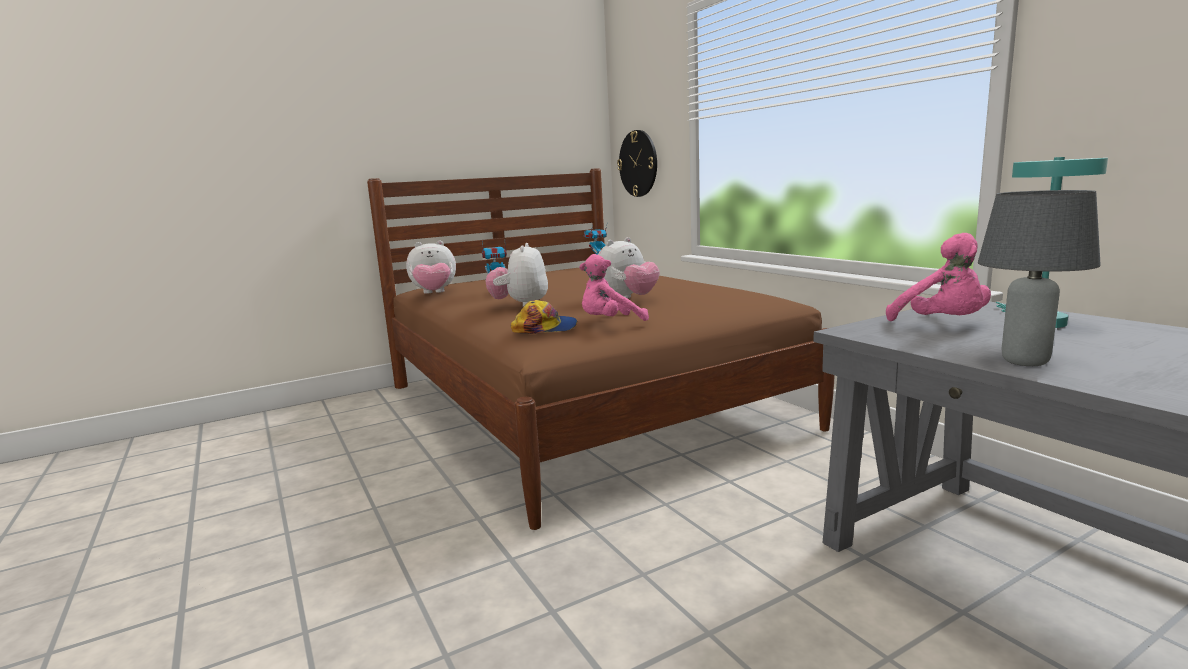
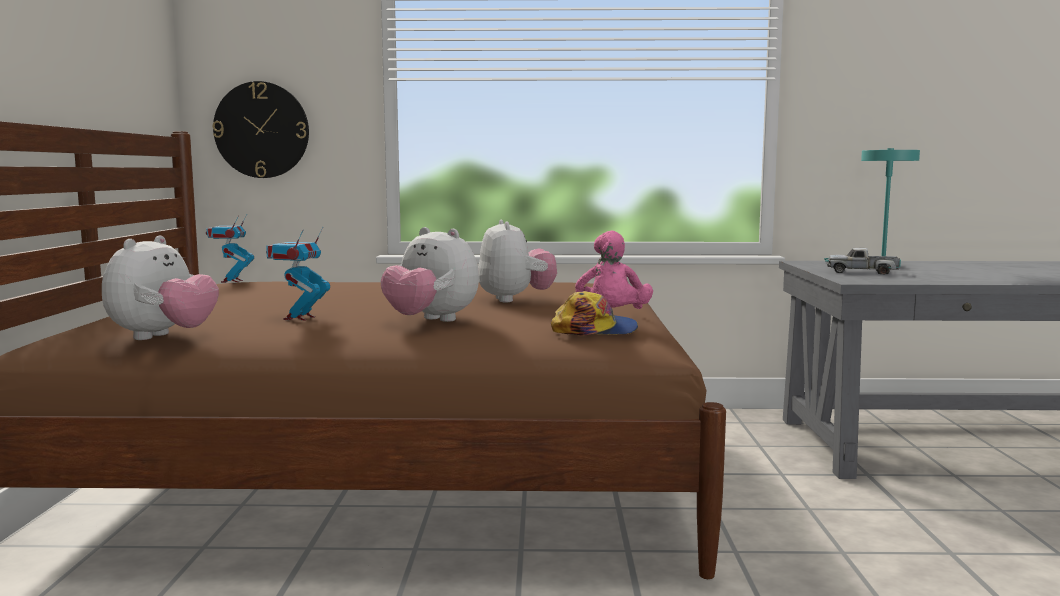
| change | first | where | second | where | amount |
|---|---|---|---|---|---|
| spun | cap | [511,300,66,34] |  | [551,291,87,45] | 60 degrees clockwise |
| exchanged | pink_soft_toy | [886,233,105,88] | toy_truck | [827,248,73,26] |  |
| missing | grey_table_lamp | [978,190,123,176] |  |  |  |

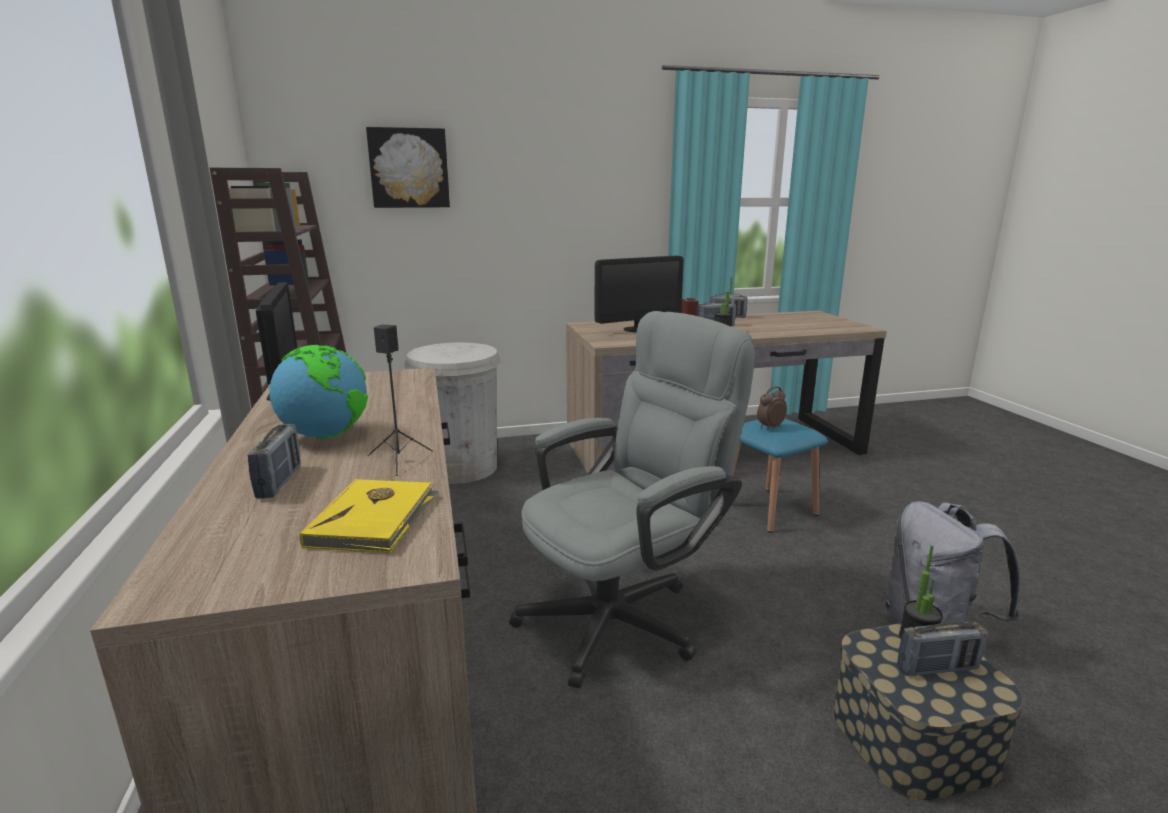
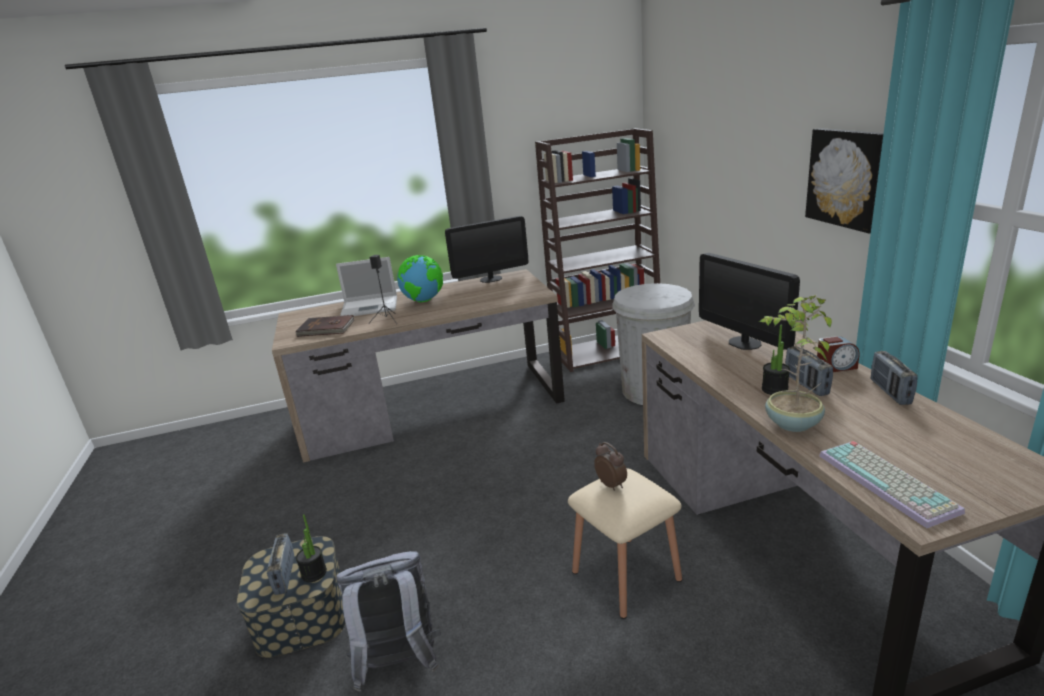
| change | first | where | second | where | amount |
|---|---|---|---|---|---|
| exchanged | radio_receiver | [247,424,54,74] | portable_computer | [336,257,61,59] |  |
| colour | yellow-coloured_bound_book | [300,479,139,74] | brownish_bound_book | [296,315,59,22] |  |
| relocated | wall_art | [366,127,84,81] |  | [805,128,79,106] |  |
| missing | grey_computer_chair | [509,311,246,377] |  |  |  |
| colour | bluish_stool | [732,419,96,114] | beige_stool | [568,468,114,151] |  |
| appeared |  |  | potted_plant | [759,295,73,137] |  |
| appeared |  |  | computer_keyboard | [819,441,146,87] |  |

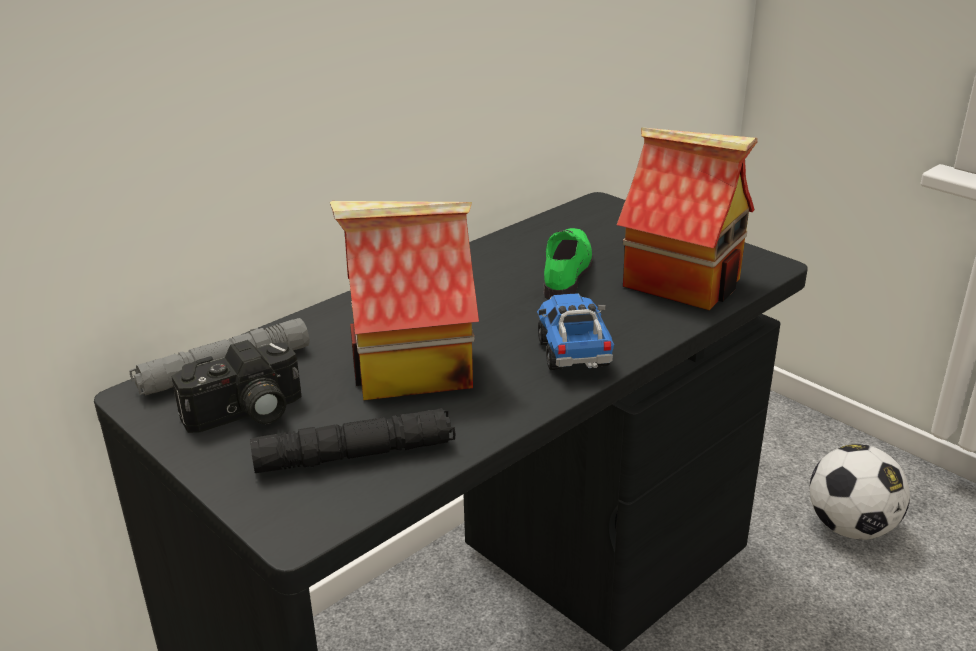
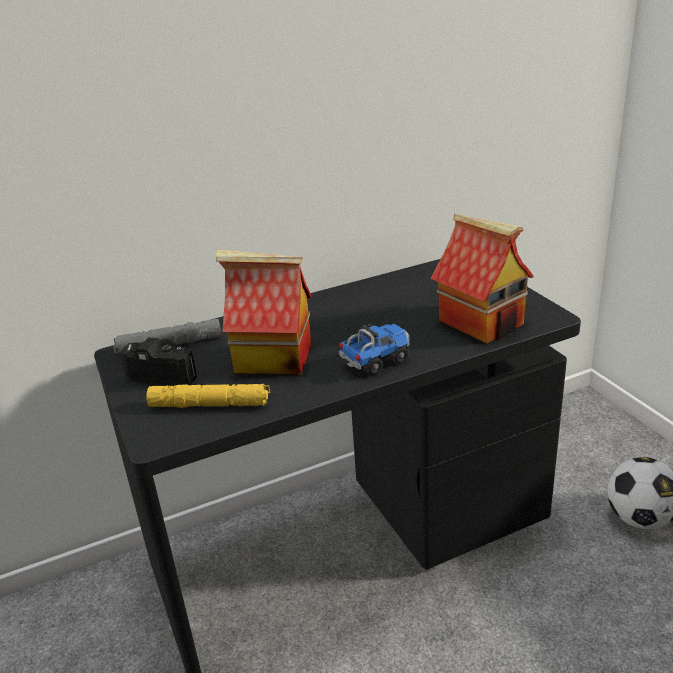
| change | first | where | second | where | amount |
|---|---|---|---|---|---|
| spun | photo_camera | [171,340,131,93] |  | [120,337,77,49] | 150 degrees counterclockwise |
| colour | blackish_flashlight | [250,408,205,65] | yellow-coloured_flashlight | [146,384,124,24] |  |
| spun | toy_truck | [537,293,77,77] |  | [339,324,71,52] | 45 degrees clockwise |
| missing | green_shoe | [544,228,49,72] |  |  |  |

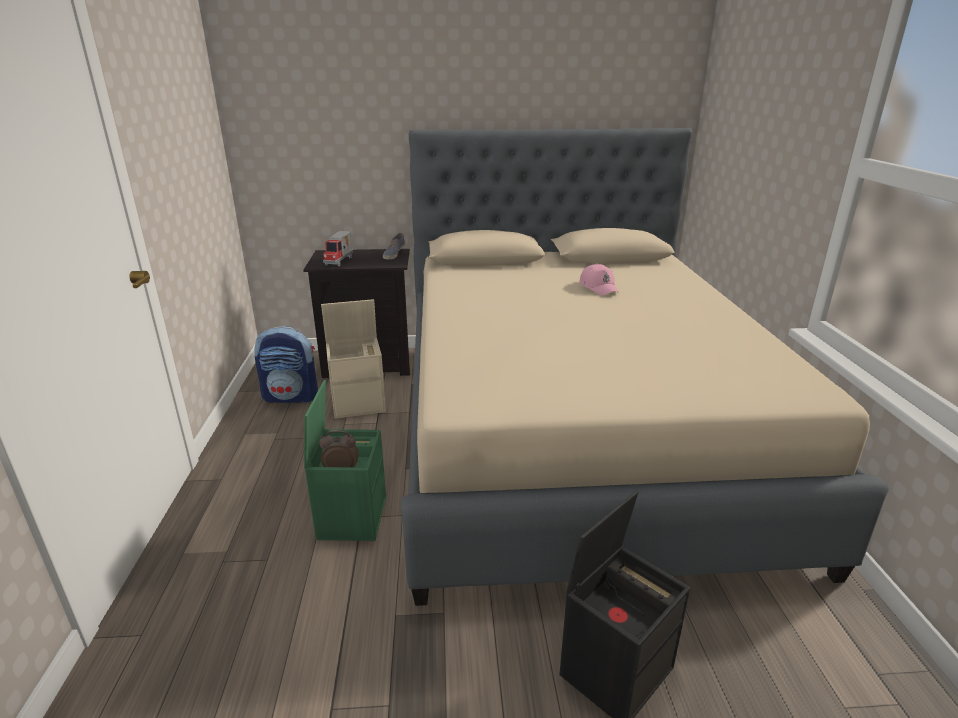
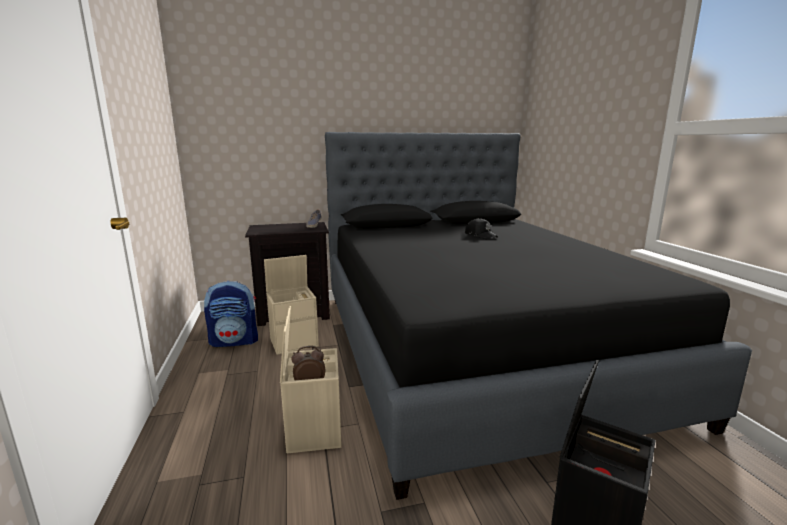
| change | first | where | second | where | amount |
|---|---|---|---|---|---|
| colour | green_storage_box | [304,380,82,161] | beige_storage_box | [280,306,62,148] |  |
| missing | toy_truck | [323,231,30,35] |  |  |  |
| colour | beige_sleeping_bed | [401,128,488,478] | blackish_sleeping_bed | [325,132,427,368] |  |
| colour | pink_cap | [579,264,40,31] | blackish_cap | [465,218,33,21] |  |

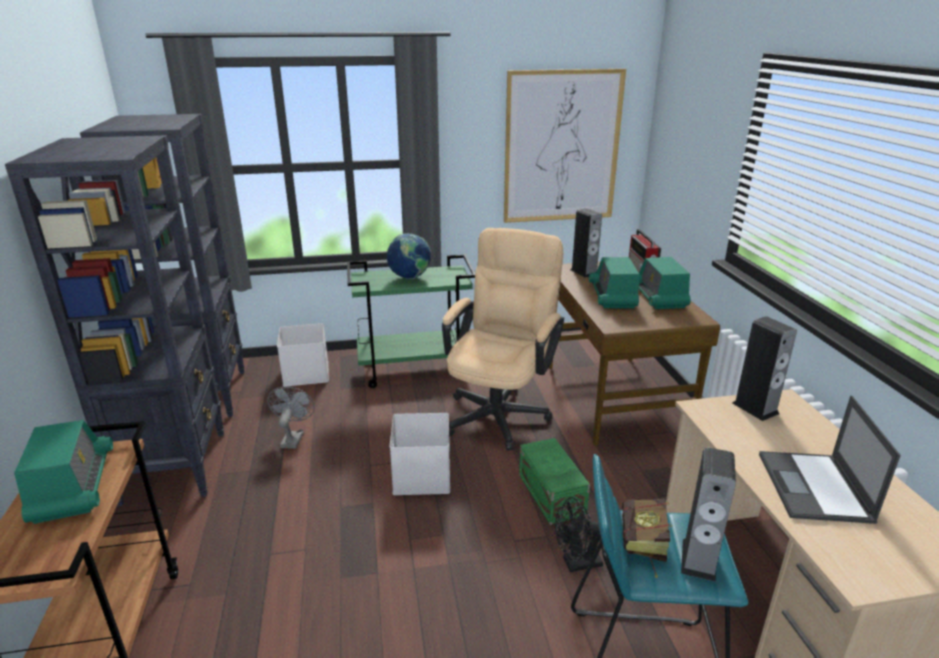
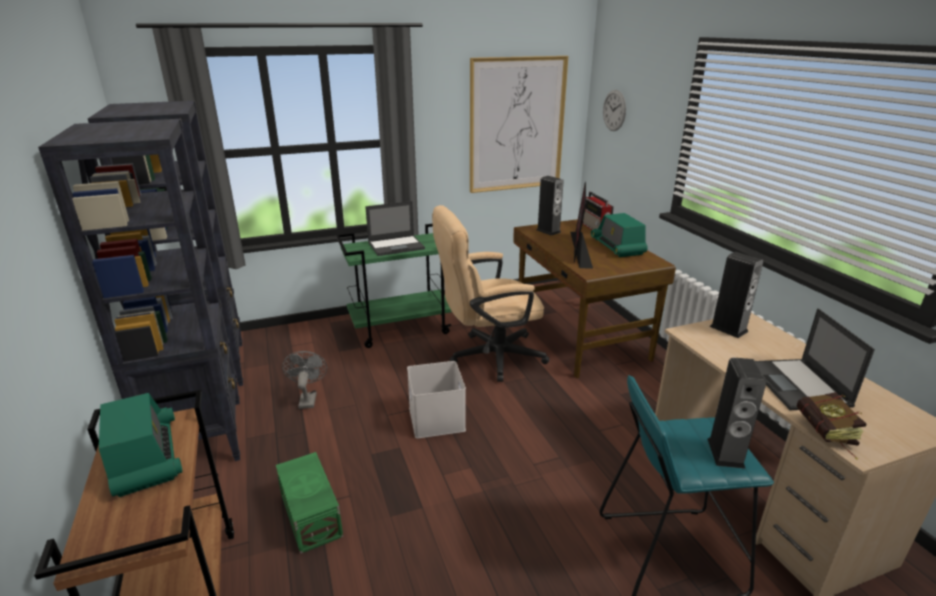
| change | first | where | second | where | amount |
|---|---|---|---|---|---|
| missing | white-coloured_storage_box | [277,323,51,63] |  |  |  |
| exchanged | globe | [387,233,44,46] | portable_computer | [365,201,60,55] |  |
| spun | beige_computer_chair | [442,228,122,223] |  | [432,205,118,177] | 120 degrees counterclockwise |
| relocated | green_storage_box | [519,438,71,87] |  | [276,452,67,102] |  |
| missing | blackish_cooling_fan | [555,497,48,75] |  |  |  |
| exchanged | radio_receiver | [589,257,50,51] | computer_display | [570,182,23,87] |  |
| relocated | bound_book | [622,498,50,80] |  | [797,392,69,67] |  |
| appeared |  |  | clock_on_the_wall | [603,90,23,41] |  |

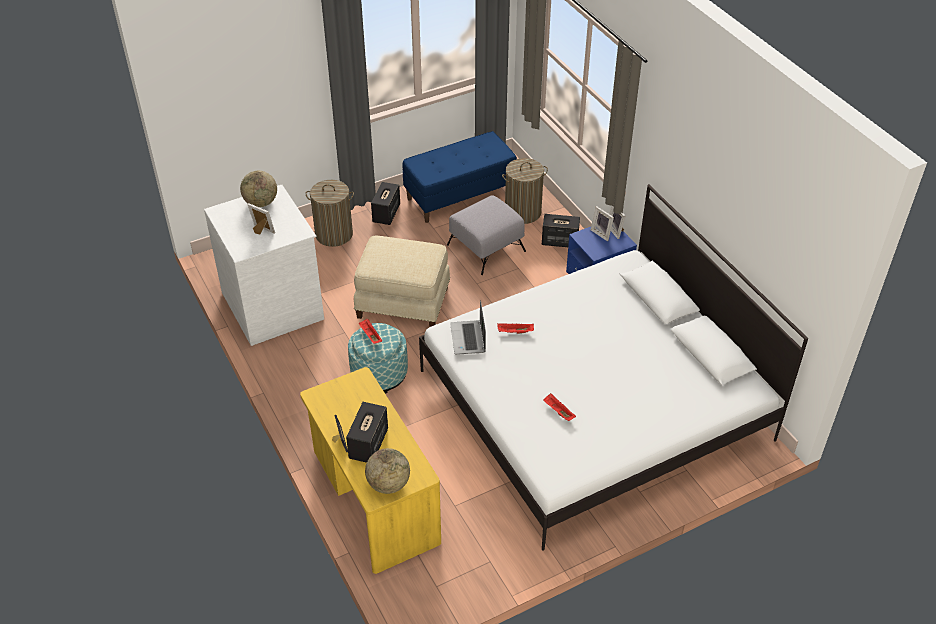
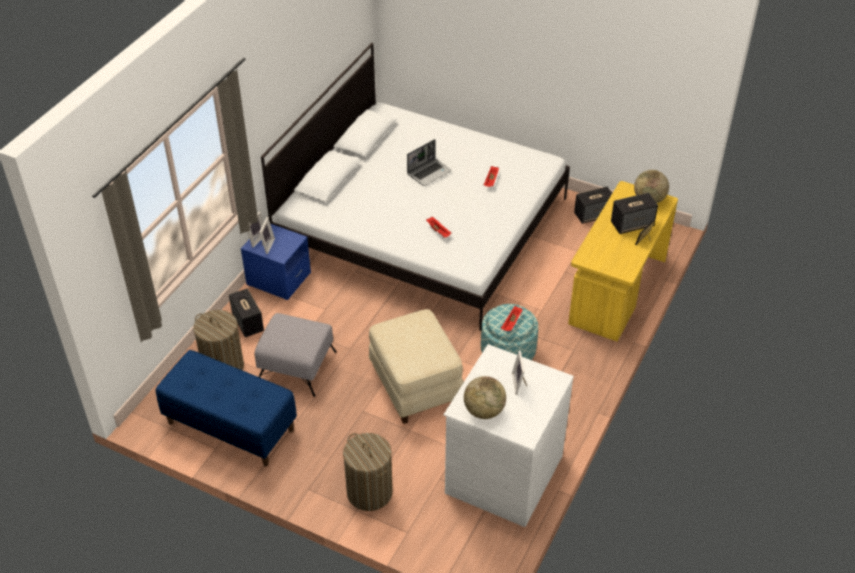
| change | first | where | second | where | amount |
|---|---|---|---|---|---|
| relocated | speaker | [371,182,29,43] |  | [574,187,38,37] |  |
| relocated | portable_computer | [450,300,36,55] |  | [407,139,45,47] |  |

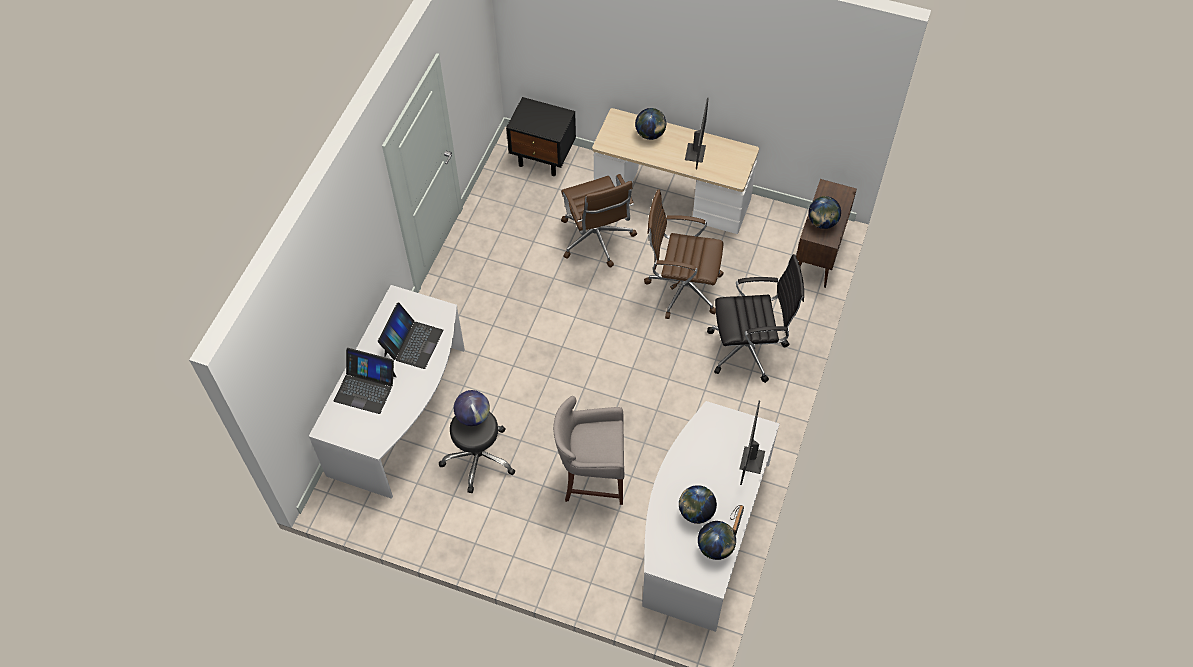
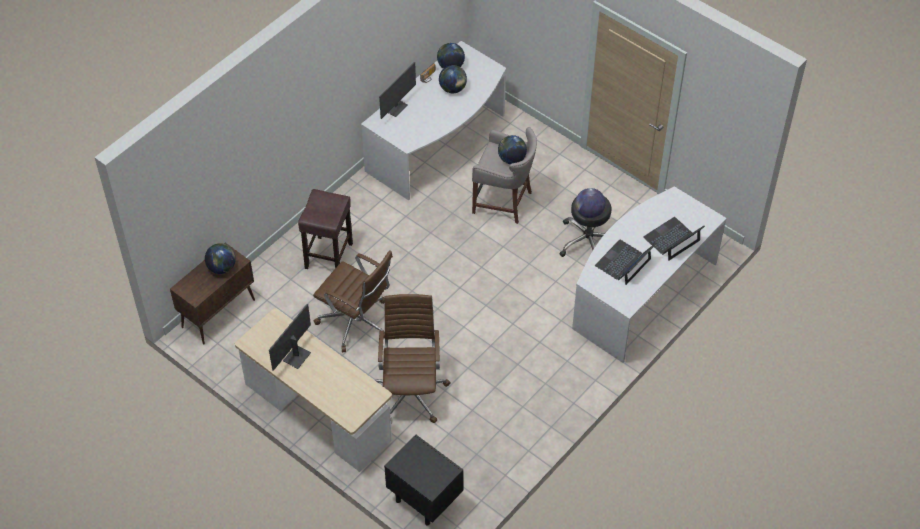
| change | first | where | second | where | amount |
|---|---|---|---|---|---|
| spun | portable_computer | [334,348,62,66] |  | [643,217,62,44] | 75 degrees counterclockwise |
| relocated | globe | [635,108,31,32] |  | [498,135,29,29] |  |
| exchanged | blackish_computer_chair | [707,254,97,129] | brownish_stool | [298,189,55,80] |  |

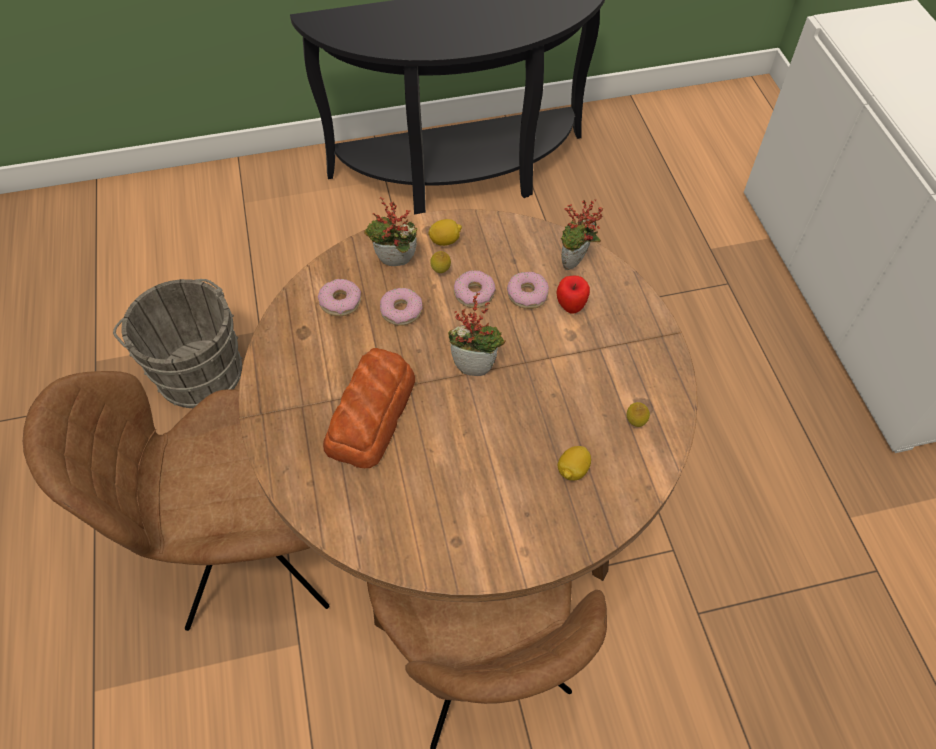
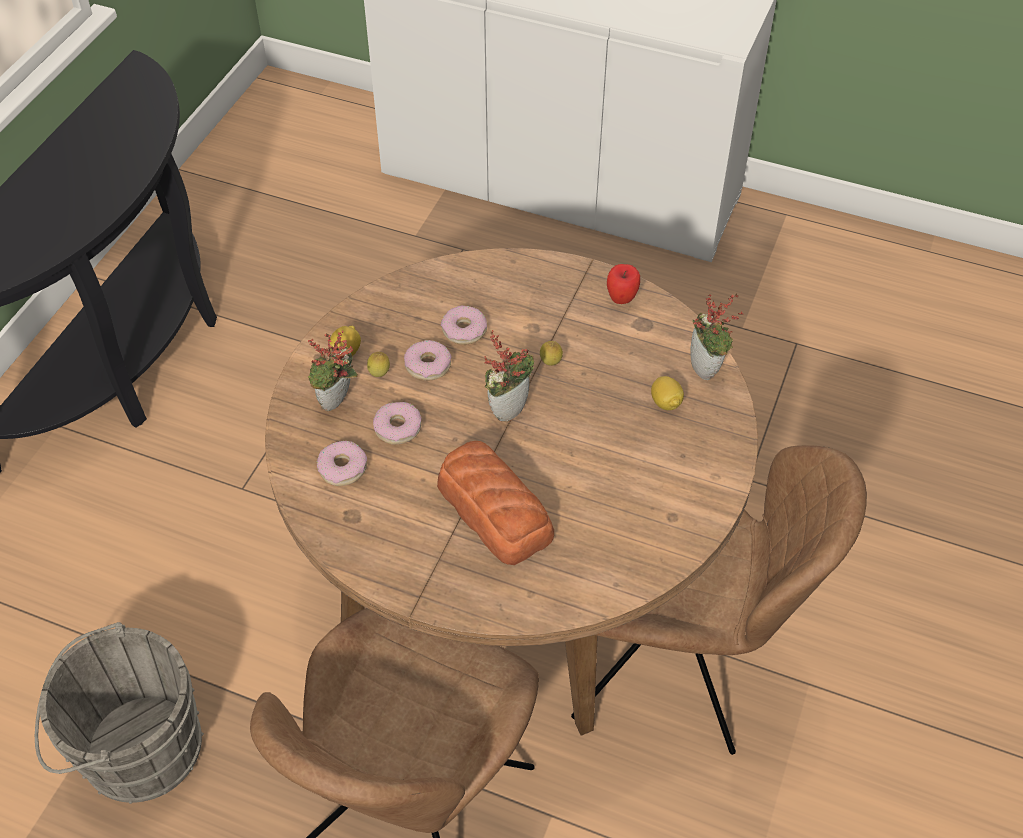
| change | first | where | second | where | amount |
|---|---|---|---|---|---|
| relocated | apple_fruit | [556,275,34,39] |  | [607,264,33,40] |  |
| relocated | potted_plant | [561,199,42,71] |  | [690,293,53,87] |  |
| relocated | lemon | [626,402,24,25] |  | [540,341,23,25] |  |

